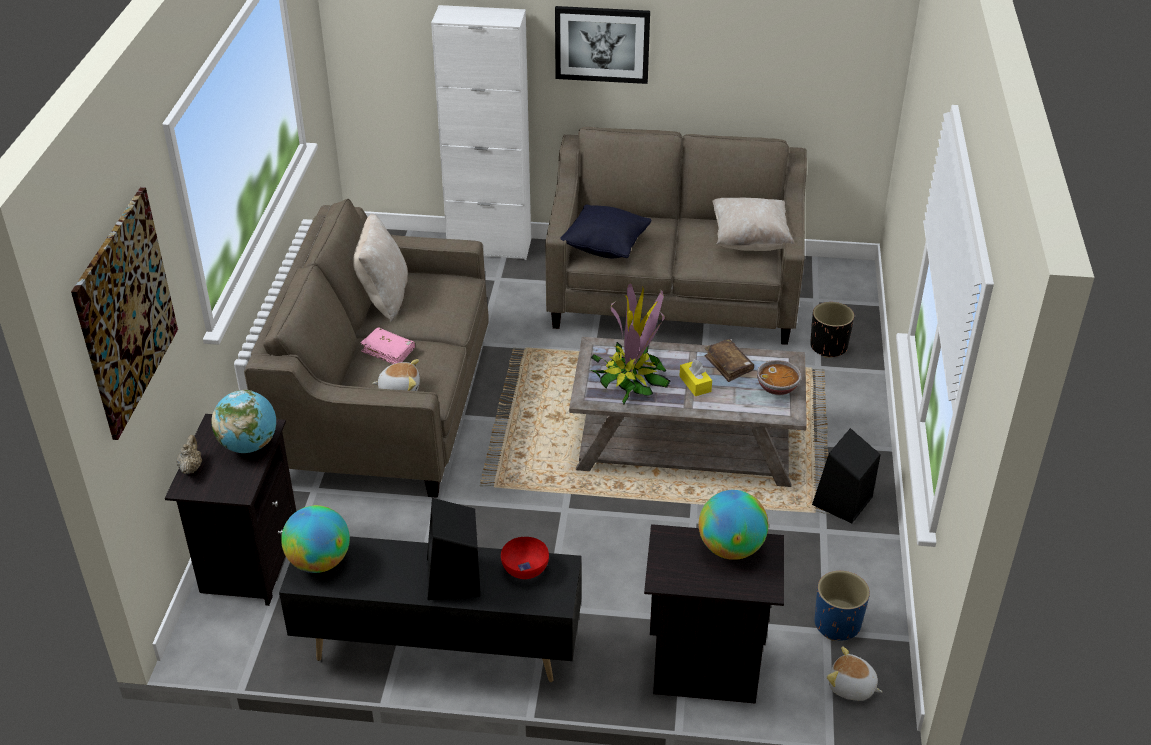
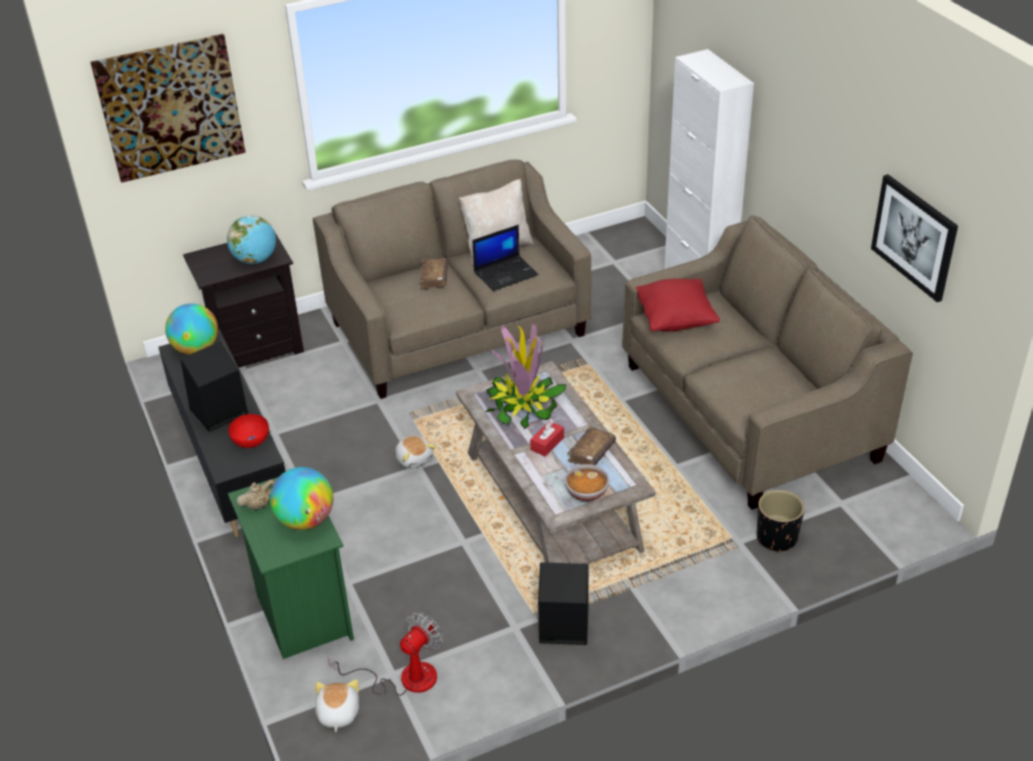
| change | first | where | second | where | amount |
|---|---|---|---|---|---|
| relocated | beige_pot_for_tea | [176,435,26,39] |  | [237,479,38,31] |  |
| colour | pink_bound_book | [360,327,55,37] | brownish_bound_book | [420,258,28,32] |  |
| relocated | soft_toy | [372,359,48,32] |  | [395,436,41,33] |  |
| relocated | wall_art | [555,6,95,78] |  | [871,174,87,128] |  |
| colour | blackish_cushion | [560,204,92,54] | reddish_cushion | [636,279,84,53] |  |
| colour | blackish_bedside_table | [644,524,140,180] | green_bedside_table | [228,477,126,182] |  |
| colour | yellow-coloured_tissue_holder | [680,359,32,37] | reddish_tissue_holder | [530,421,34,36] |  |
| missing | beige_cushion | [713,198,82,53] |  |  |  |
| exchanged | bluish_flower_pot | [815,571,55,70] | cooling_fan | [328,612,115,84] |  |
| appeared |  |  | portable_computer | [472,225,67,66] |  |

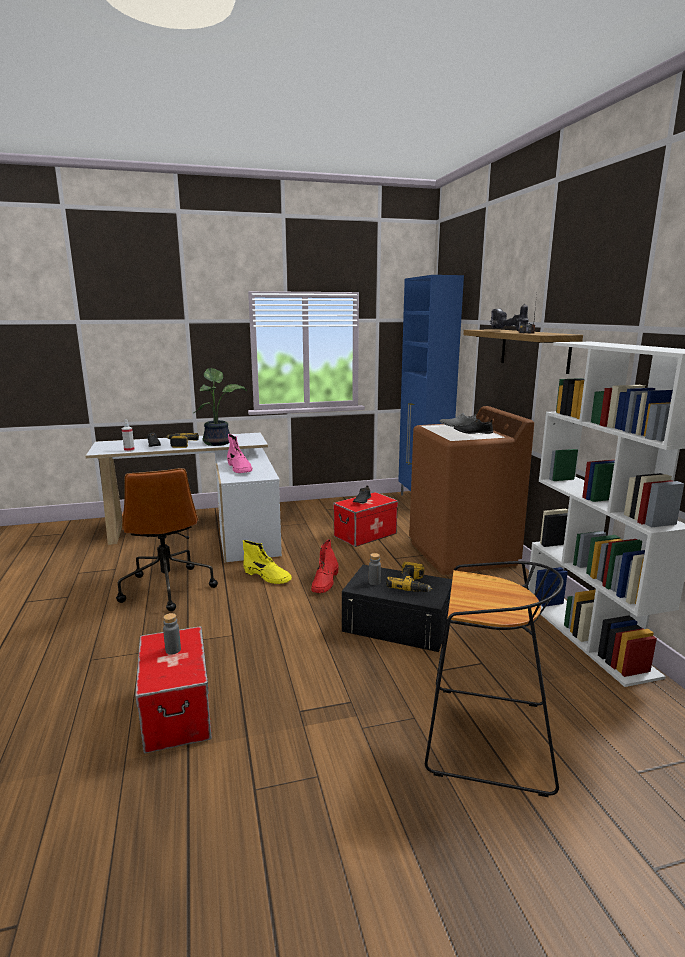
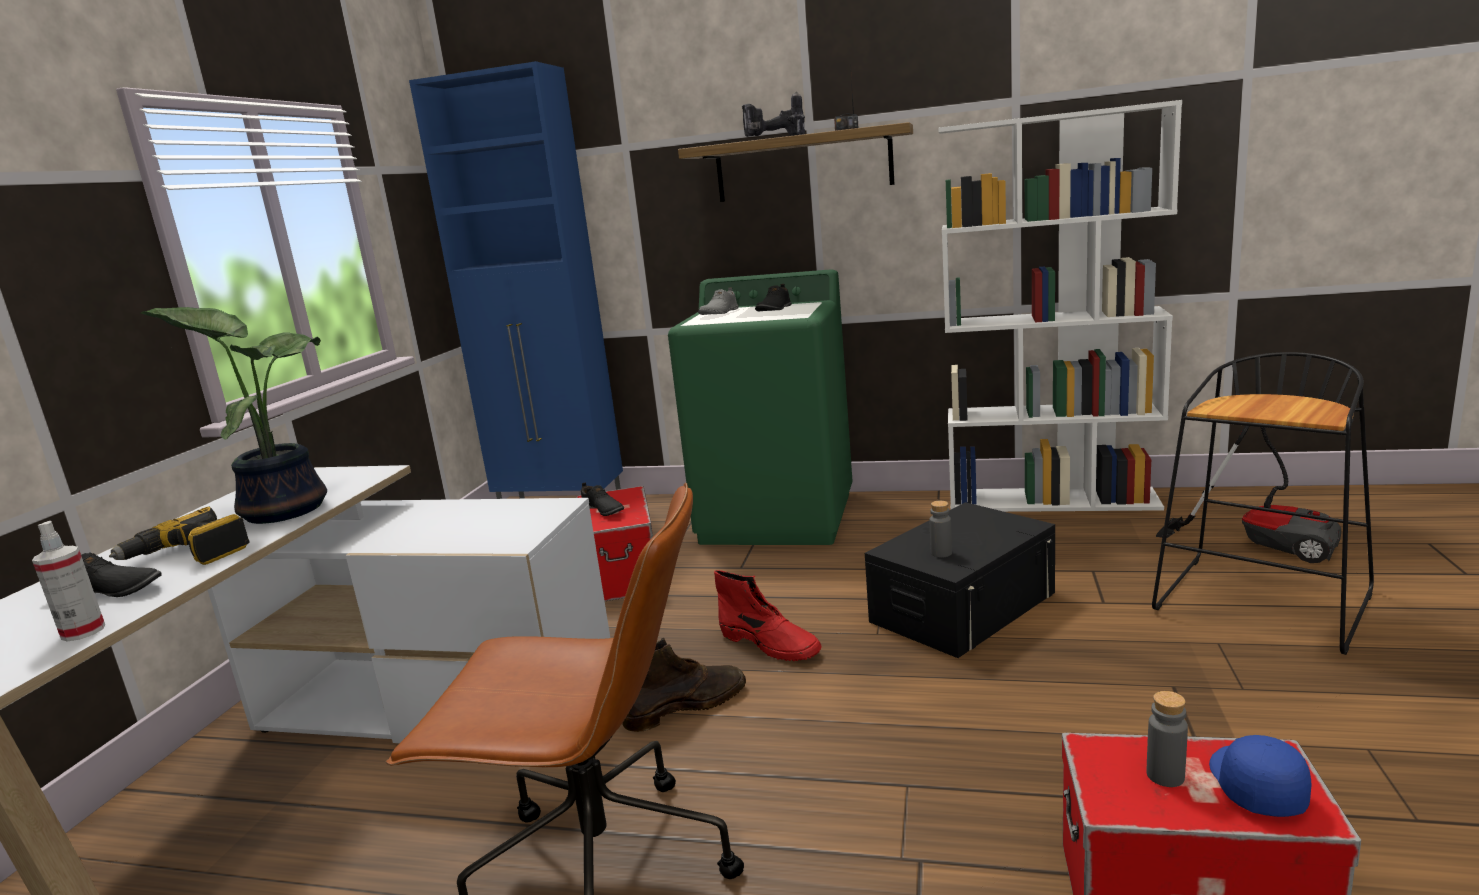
| change | first | where | second | where | amount |
|---|---|---|---|---|---|
| missing | pink_high-top_boot | [227,434,26,39] |  |  |  |
| colour | yellow-coloured_high-top_boot | [243,540,49,44] | brownish_high-top_boot | [622,638,124,94] |  |
| missing | drill | [386,562,46,30] |  |  |  |
| colour | brownish_laundry_appliance | [409,406,125,169] | green_laundry_appliance | [668,269,184,276] |  |
| appeared |  |  | hoover | [1156,426,185,137] |  |
| appeared |  |  | bluish_cap | [1209,735,102,82] |  |

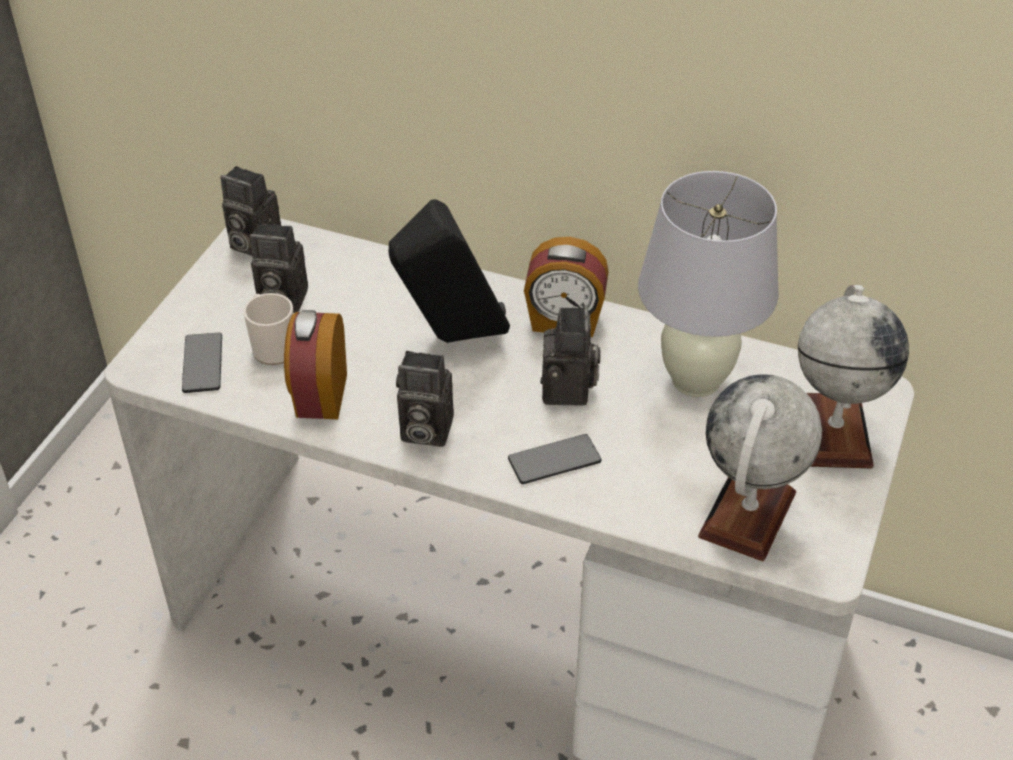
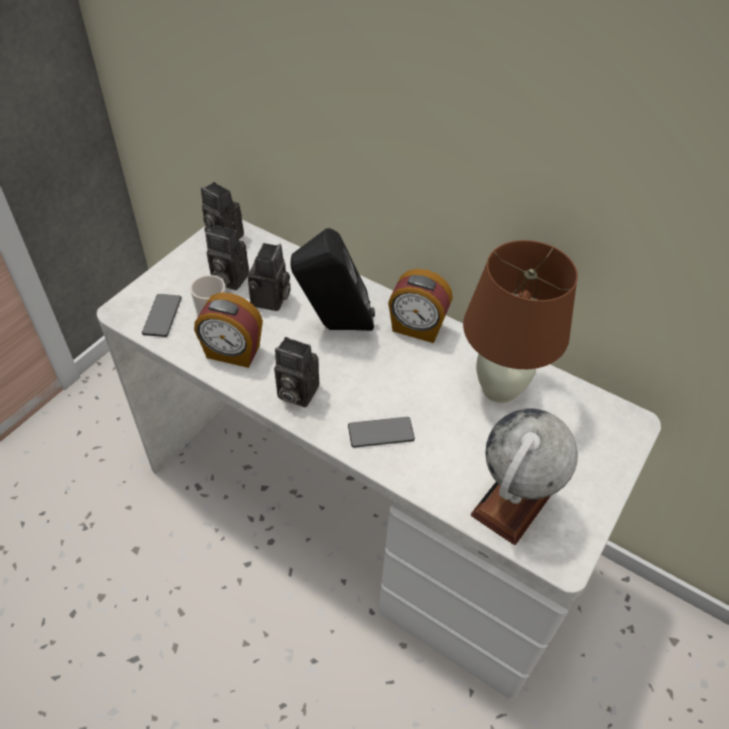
| change | first | where | second | where | amount |
|---|---|---|---|---|---|
| spun | table_clock | [284,310,63,109] |  | [194,292,69,76] | 90 degrees counterclockwise |
| relocated | photo_camera | [541,305,60,101] |  | [248,243,43,68] |  |
| colour | white-coloured_table_lamp | [638,171,141,226] | brownish_table_lamp | [463,240,115,163] |  |
| missing | globe | [798,285,111,183] |  |  |  |

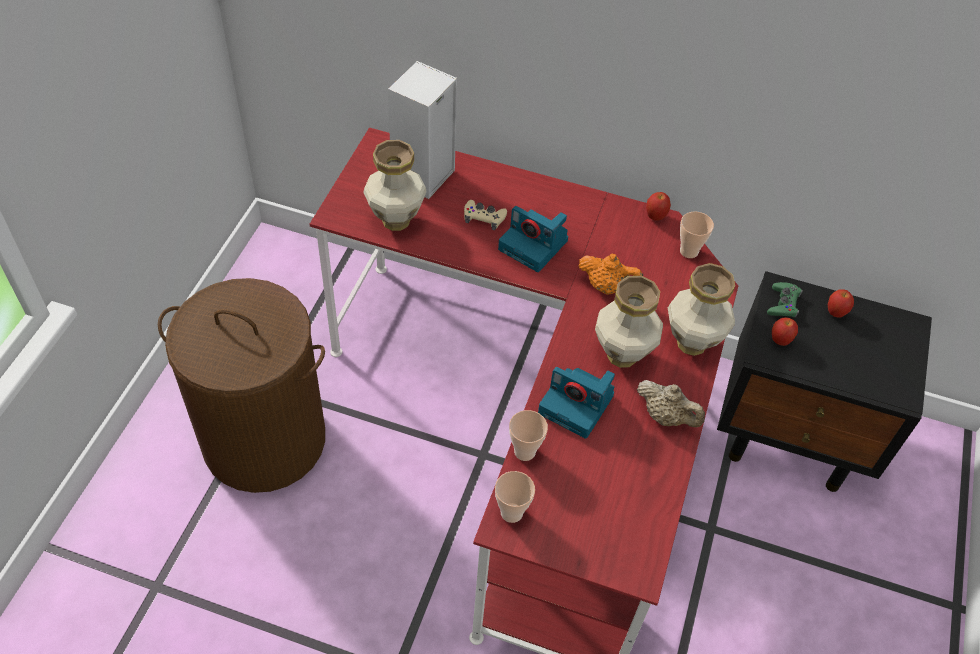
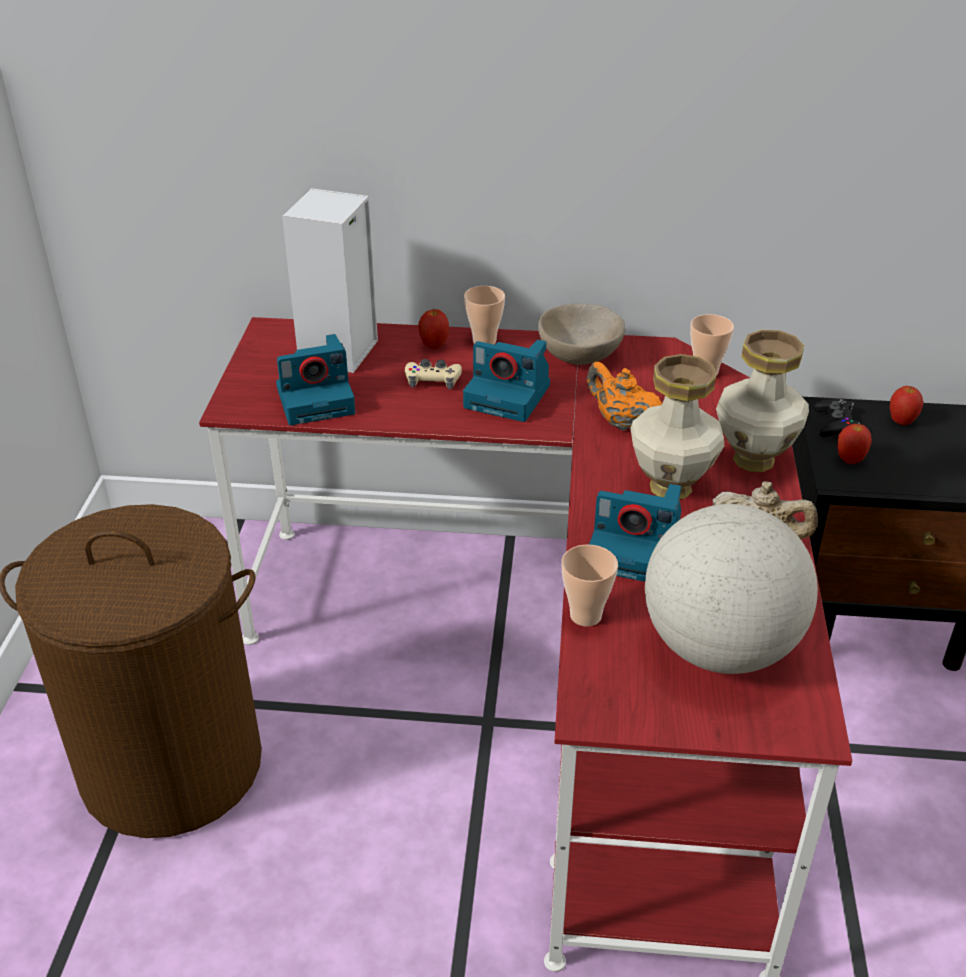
| change | first | where | second | where | amount |
|---|---|---|---|---|---|
| exchanged | decorative_vase | [363,140,64,91] | photo_camera | [276,334,79,91] |  |
| relocated | cup | [495,471,40,52] |  | [464,286,41,58] |  |
| spun | orange_pot_for_tea | [578,254,65,41] |  | [587,362,75,69] | 150 degrees counterclockwise |
| relocated | apple_fruit | [646,192,25,29] |  | [418,309,31,40] |  |
| colour | green_gamepad | [767,282,36,35] | blackish_gamepad | [813,398,47,39] |  |
| appeared |  |  | beige_bowl | [538,303,87,62] |  |
| appeared |  |  | globe | [645,504,173,170] |  |

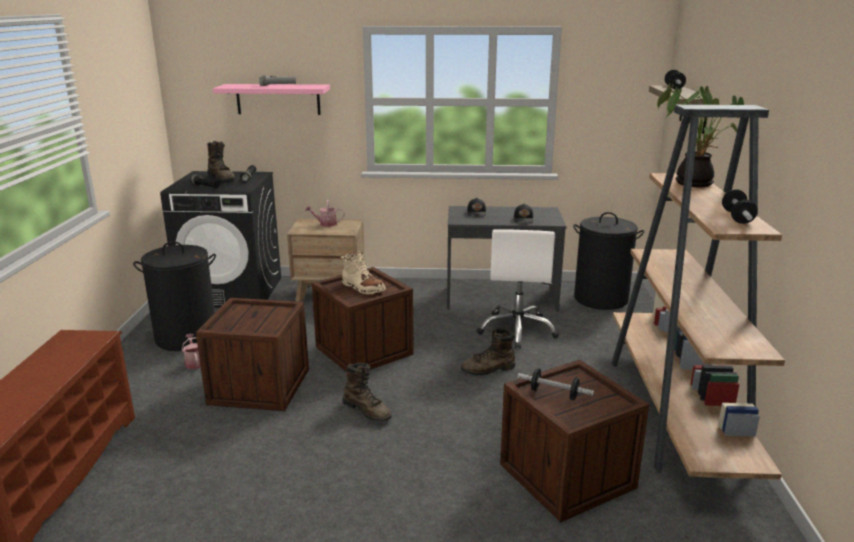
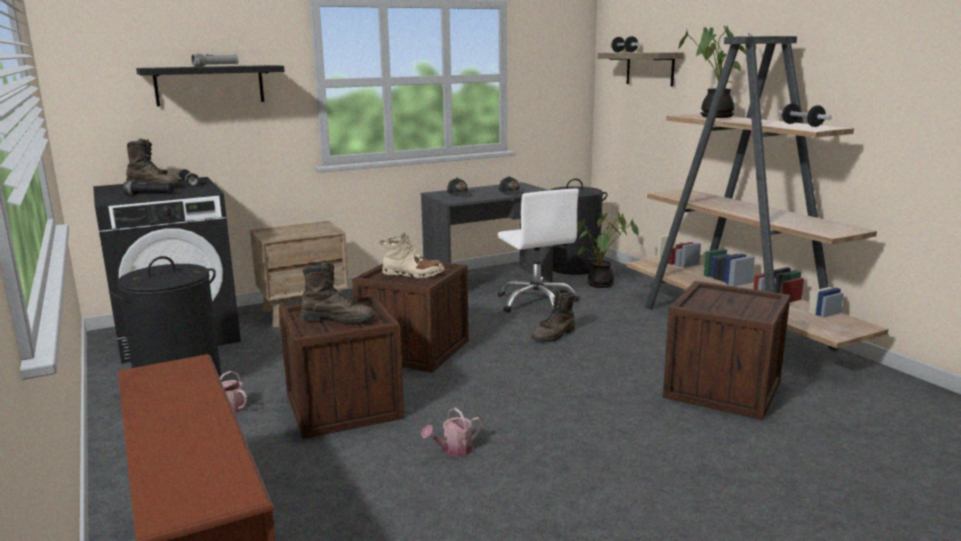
| change | first | where | second | where | amount |
|---|---|---|---|---|---|
| colour | pink_wall_shelf | [213,84,117,31] | blackish_wall_shelf | [136,65,149,41] |  |
| relocated | sprinkling_can | [305,200,40,27] |  | [421,408,61,49] |  |
| relocated | brownish_high-top_boot | [343,363,49,59] |  | [301,260,73,63] |  |
| missing | free_weight | [518,368,76,32] |  |  |  |
| appeared |  |  | potted_plant | [577,213,62,75] |  |

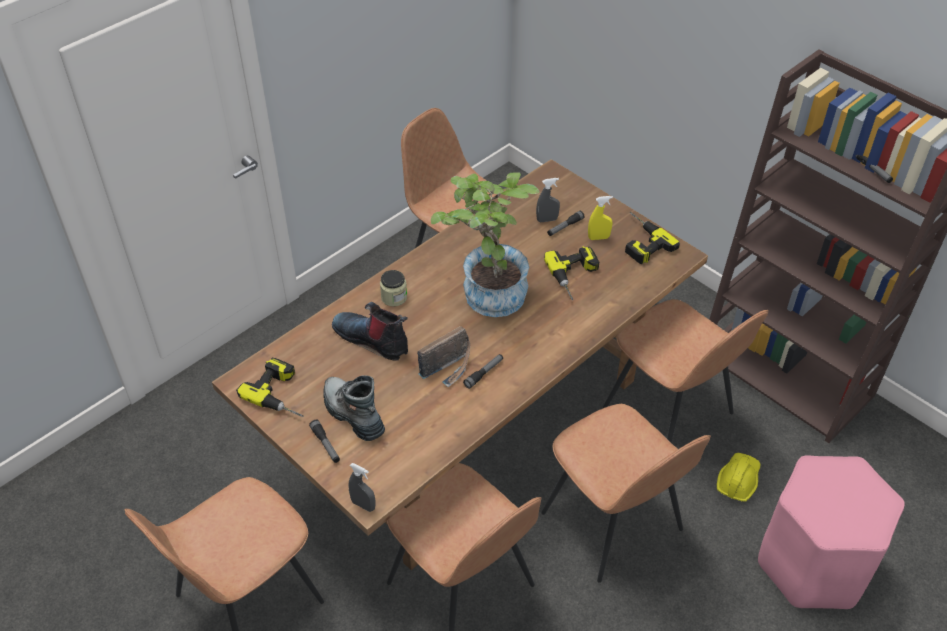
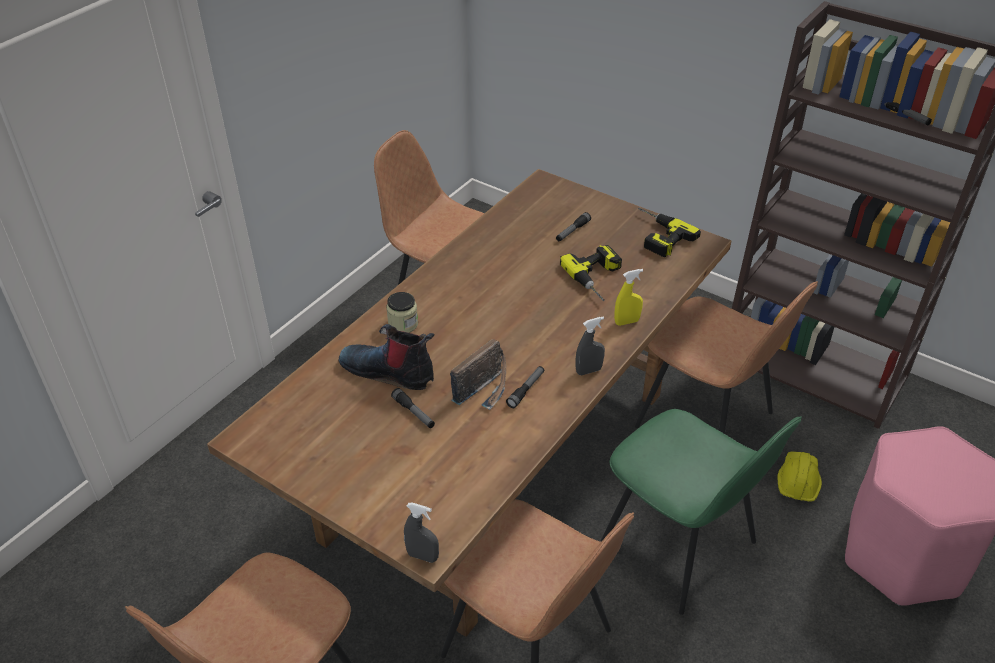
| change | first | where | second | where | amount |
|---|---|---|---|---|---|
| missing | drill | [236,358,67,59] |  |  |  |
| relocated | flashlight | [309,419,31,44] |  | [391,388,44,40] |  |
| missing | high-top_boot | [323,375,62,66] |  |  |  |
| missing | potted_plant | [431,173,108,144] |  |  |  |
| relocated | grey_sprayer | [536,178,24,44] |  | [576,317,29,58] |  |
| colour | brownish_upright_chair | [541,404,170,179] | green_upright_chair | [600,409,202,206] |  |
| relocated | yellow-coloured_sprayer | [588,196,25,44] |  | [614,269,29,57] |  |

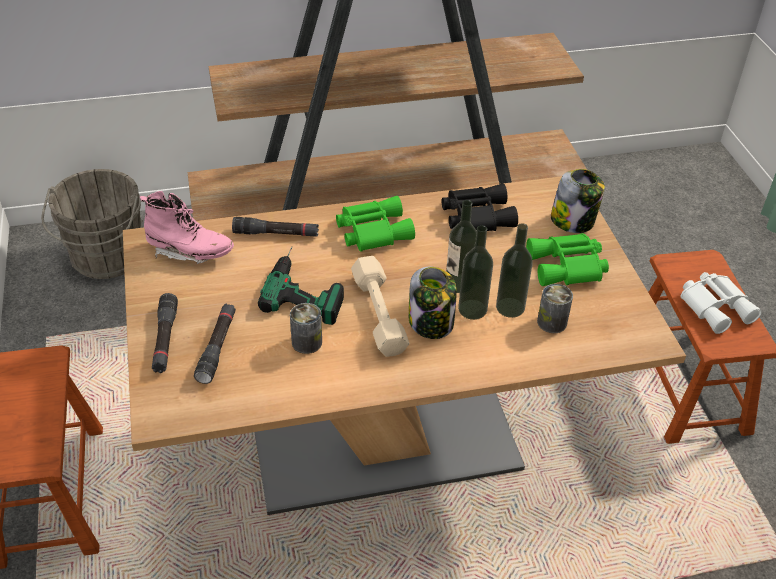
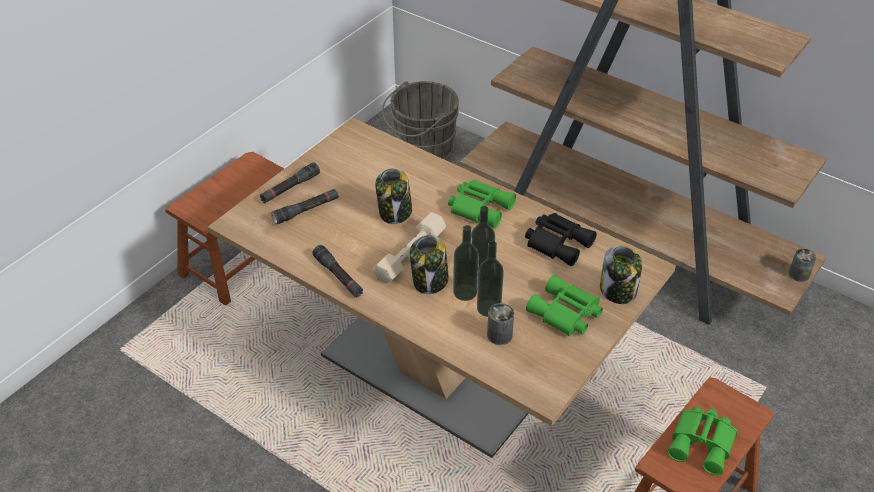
| change | first | where | second | where | amount |
|---|---|---|---|---|---|
| missing | pink_high-top_boot | [140,191,94,73] |  |  |  |
| relocated | blackish_flashlight | [232,217,87,20] |  | [312,245,51,52] |  |
| exchanged | drill | [258,247,86,78] | storage_jar | [375,168,37,56] |  |
| relocated | can | [290,303,32,51] |  | [789,248,28,34] |  |
| colour | white-coloured_binoculars | [680,272,82,62] | green_binoculars | [668,407,69,68] |  |

